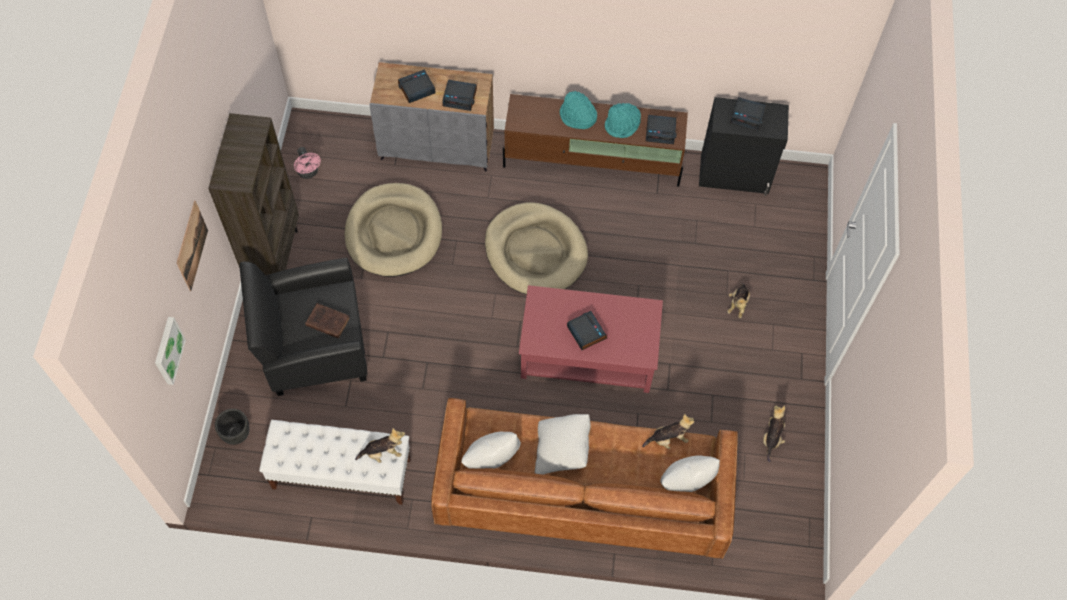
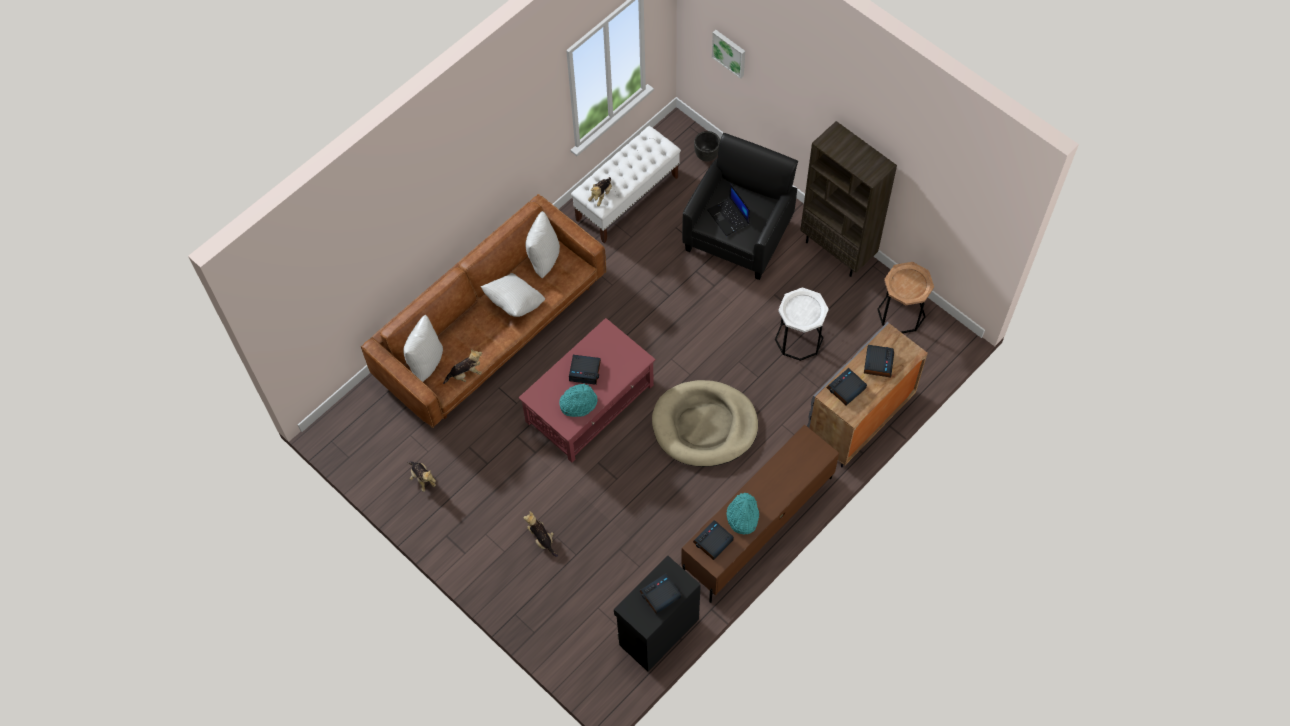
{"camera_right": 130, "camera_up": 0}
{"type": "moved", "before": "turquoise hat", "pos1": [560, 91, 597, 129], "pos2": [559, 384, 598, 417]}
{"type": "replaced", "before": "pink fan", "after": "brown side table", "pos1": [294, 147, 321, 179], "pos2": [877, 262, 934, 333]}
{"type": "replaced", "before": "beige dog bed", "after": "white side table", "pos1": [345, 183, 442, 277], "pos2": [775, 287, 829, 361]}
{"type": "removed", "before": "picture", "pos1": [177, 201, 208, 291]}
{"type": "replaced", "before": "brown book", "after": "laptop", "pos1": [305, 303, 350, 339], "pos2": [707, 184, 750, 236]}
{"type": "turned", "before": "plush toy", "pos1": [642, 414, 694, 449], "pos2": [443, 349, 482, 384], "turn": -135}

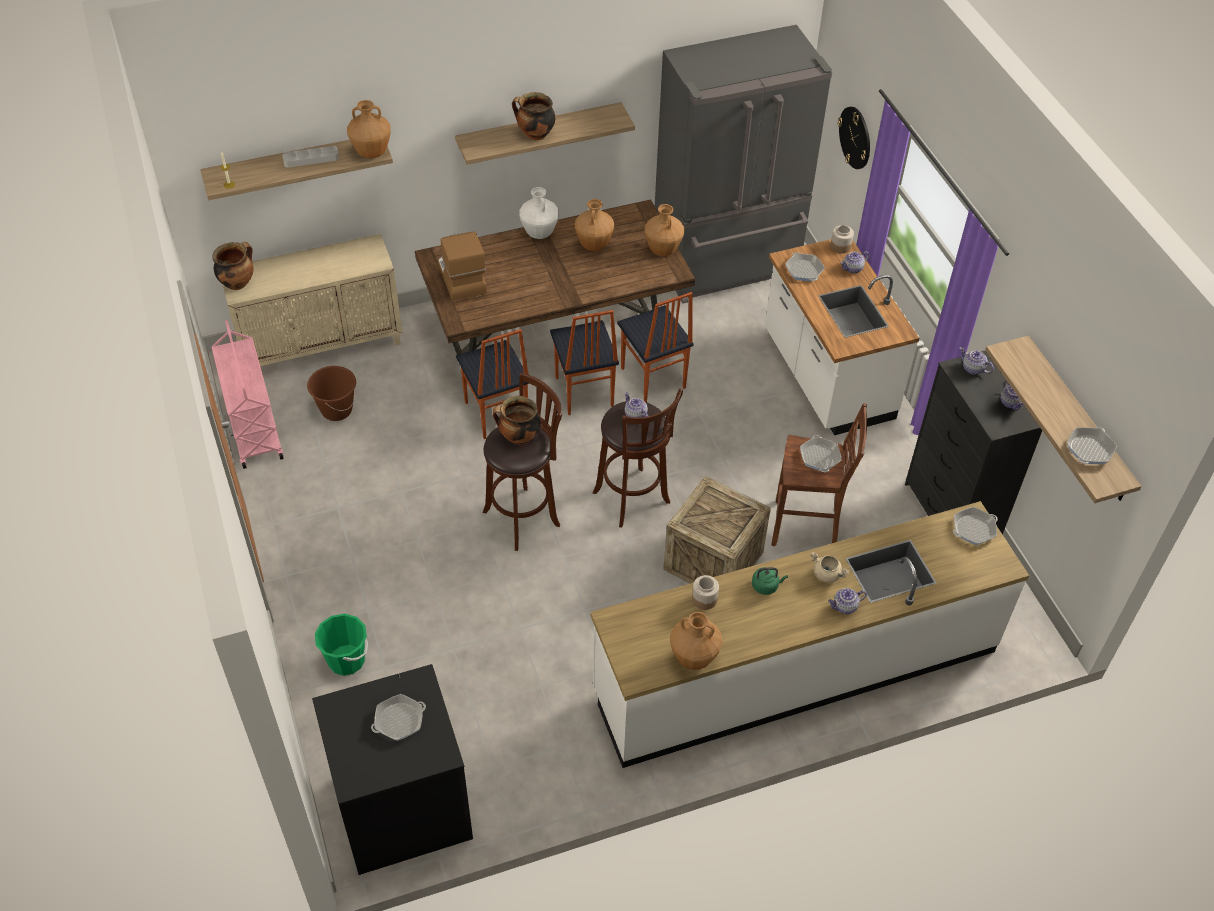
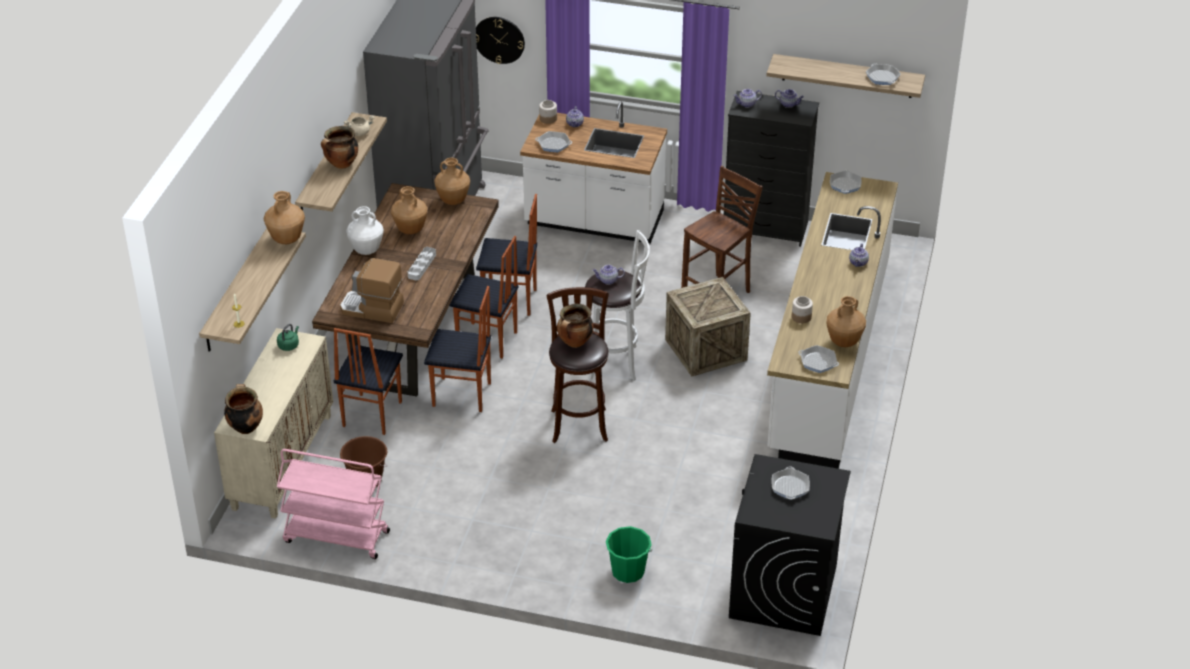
{"camera_right": -55, "camera_up": -10}
{"type": "moved", "before": "grey tray", "pos1": [283, 146, 339, 168], "pos2": [408, 247, 436, 281]}
{"type": "recoloured", "before": "brown stool", "after": "white stool", "pos1": [592, 389, 683, 528], "pos2": [585, 230, 650, 380]}
{"type": "moved", "before": "frying pan", "pos1": [800, 435, 841, 472], "pos2": [798, 345, 839, 373]}
{"type": "moved", "before": "beige cooking pot", "pos1": [811, 552, 850, 583], "pos2": [344, 115, 375, 136]}
{"type": "moved", "before": "green kettle", "pos1": [752, 567, 788, 595], "pos2": [277, 324, 299, 351]}
{"type": "added", "after": "chair", "pos2": [334, 328, 403, 435]}

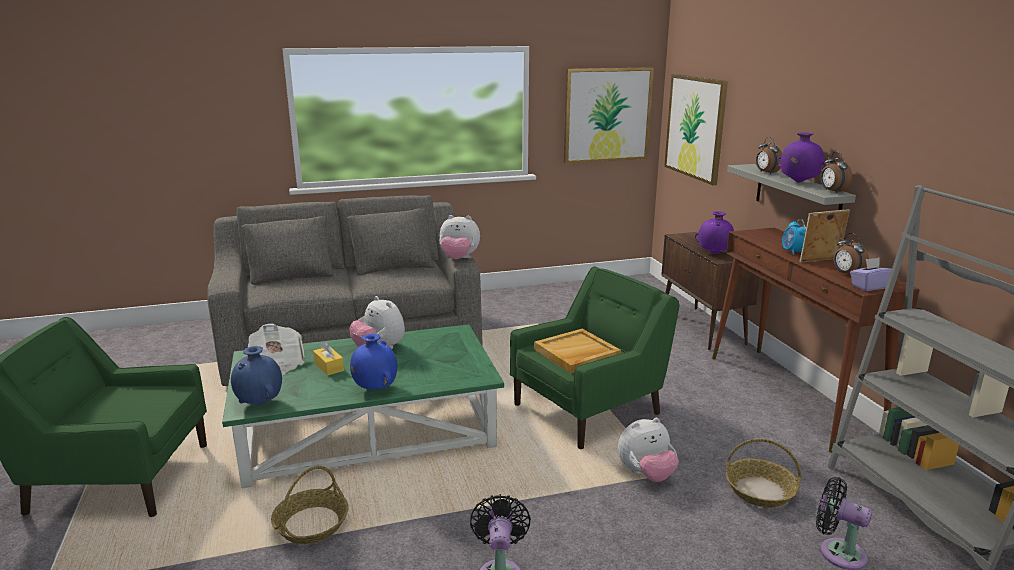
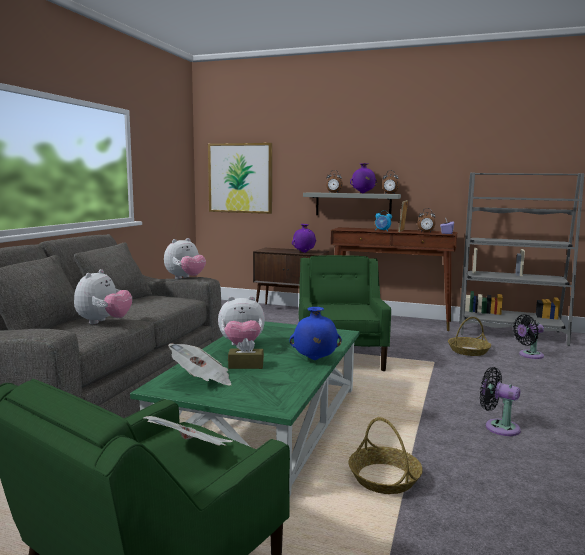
{"camera_right": -55, "camera_up": -10}
{"type": "removed", "before": "picture", "pos1": [564, 67, 654, 163]}
{"type": "removed", "before": "beige tray", "pos1": [534, 329, 621, 373]}
{"type": "recoloured", "before": "yellow tissue box", "after": "brown tissue box", "pos1": [313, 341, 344, 376], "pos2": [228, 338, 264, 369]}
{"type": "removed", "before": "blue vase", "pos1": [231, 346, 282, 405]}
{"type": "moved", "before": "plush toy", "pos1": [618, 418, 679, 482], "pos2": [74, 269, 132, 324]}
{"type": "added", "after": "newspaper", "pos2": [143, 416, 232, 445]}

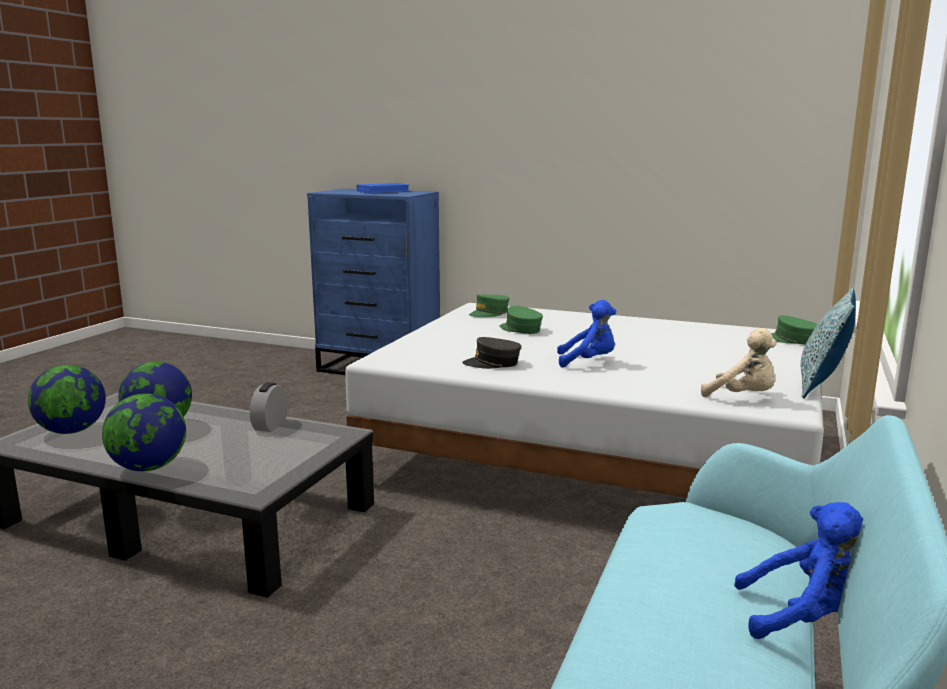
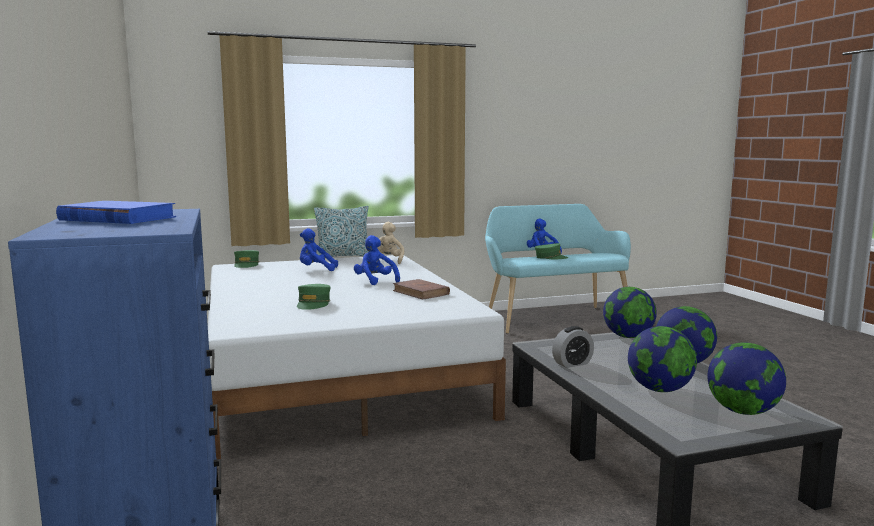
{"camera_right": -130, "camera_up": -5}
{"type": "moved", "before": "green cap", "pos1": [469, 294, 510, 317], "pos2": [535, 243, 568, 260]}
{"type": "replaced", "before": "grey cap", "after": "brown book", "pos1": [462, 337, 522, 369], "pos2": [393, 279, 450, 299]}
{"type": "added", "after": "blue plush toy", "pos2": [300, 228, 338, 271]}
{"type": "added", "after": "globe", "pos2": [603, 287, 657, 338]}

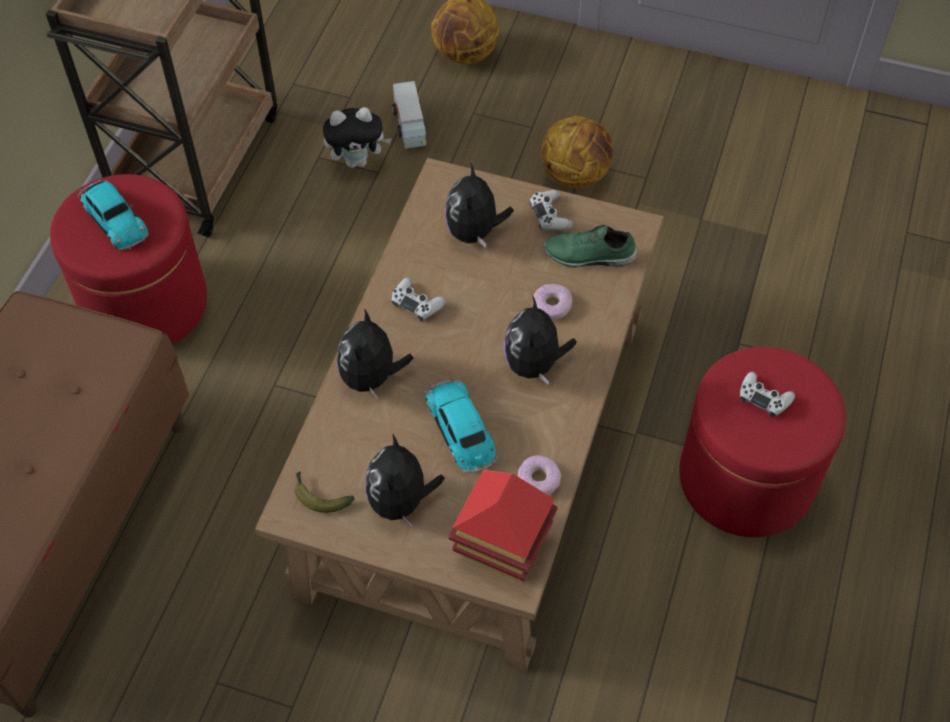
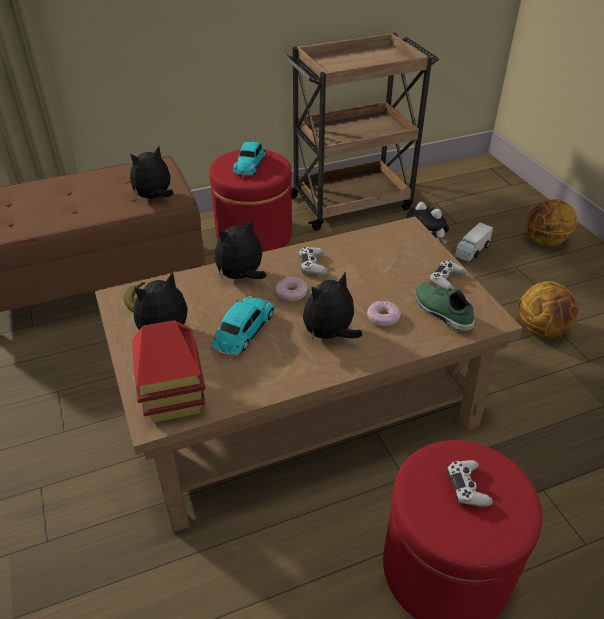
{"camera_right": 50, "camera_up": -15}
{"type": "moved", "before": "plush toy", "pos1": [445, 162, 514, 248], "pos2": [130, 146, 173, 199]}
{"type": "moved", "before": "donut", "pos1": [518, 455, 561, 495], "pos2": [276, 277, 308, 301]}

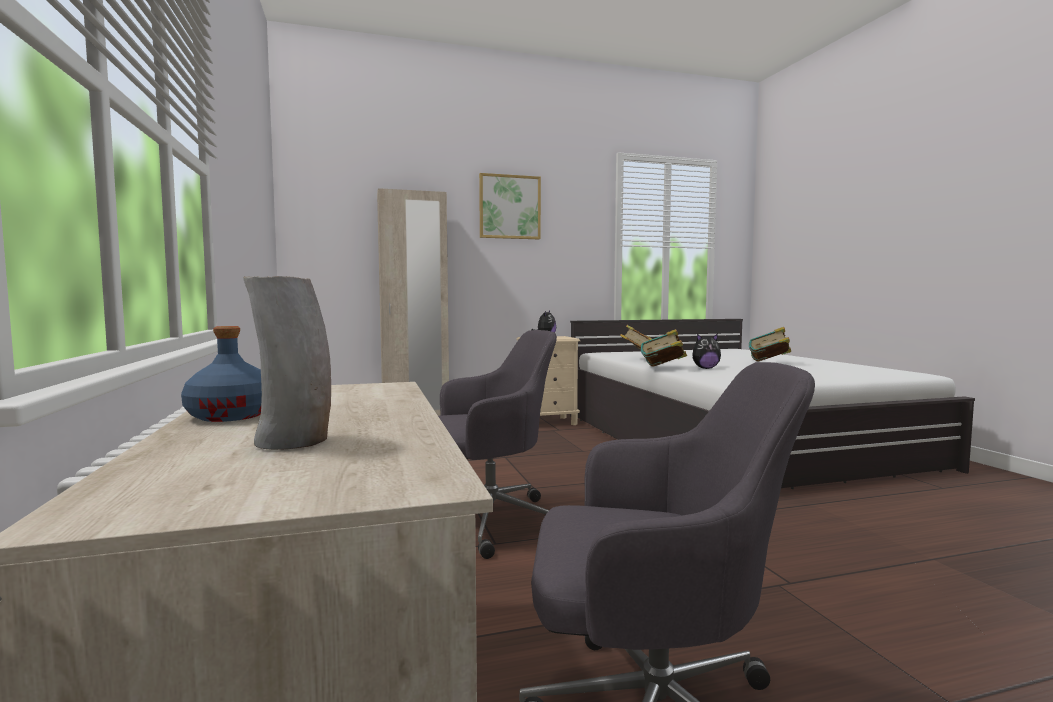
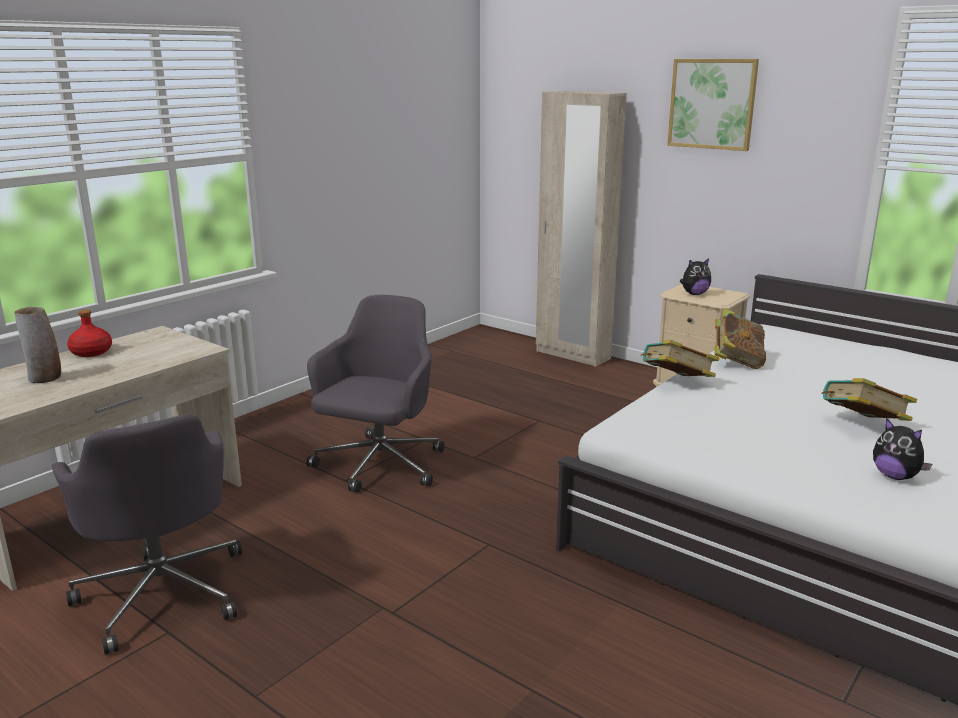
{"camera_right": 55, "camera_up": 15}
{"type": "recoloured", "before": "blue bottle", "after": "red bottle", "pos1": [181, 326, 262, 422], "pos2": [67, 310, 112, 357]}
{"type": "turned", "before": "grey office chair", "pos1": [438, 330, 557, 559], "pos2": [306, 295, 445, 492], "turn": -105}
{"type": "moved", "before": "plush toy", "pos1": [692, 334, 721, 369], "pos2": [873, 418, 932, 480]}

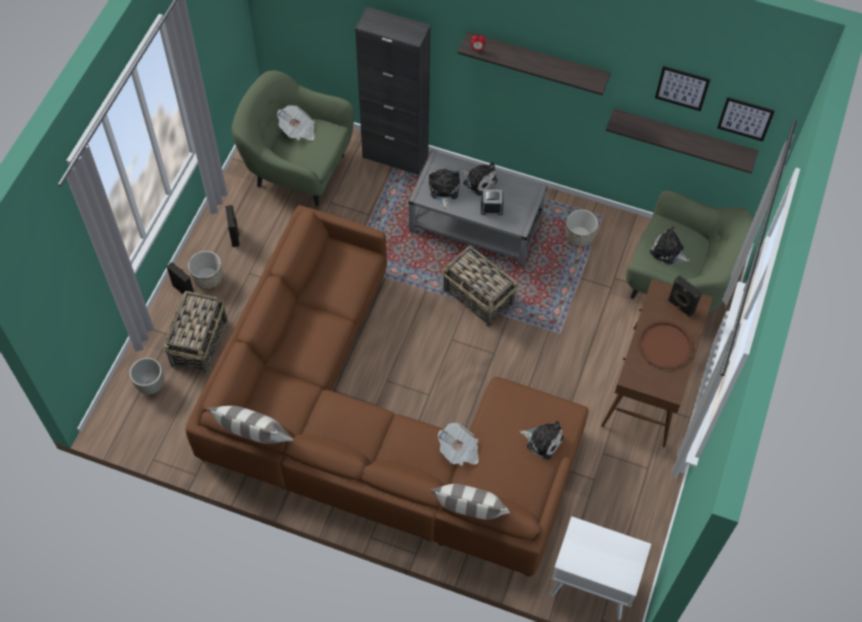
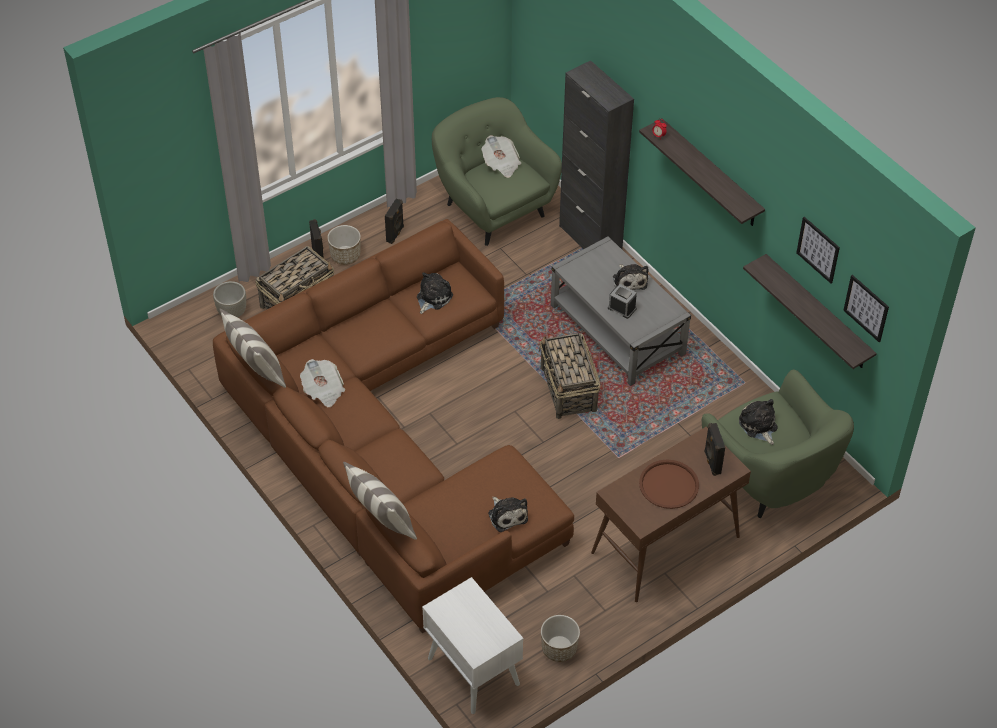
{"camera_right": 35, "camera_up": -10}
{"type": "moved", "before": "plush toy", "pos1": [429, 169, 460, 209], "pos2": [417, 272, 453, 314]}
{"type": "moved", "before": "planter", "pos1": [565, 209, 598, 247], "pos2": [541, 615, 580, 662]}
{"type": "moved", "before": "newspaper", "pos1": [438, 423, 478, 466], "pos2": [300, 359, 345, 407]}

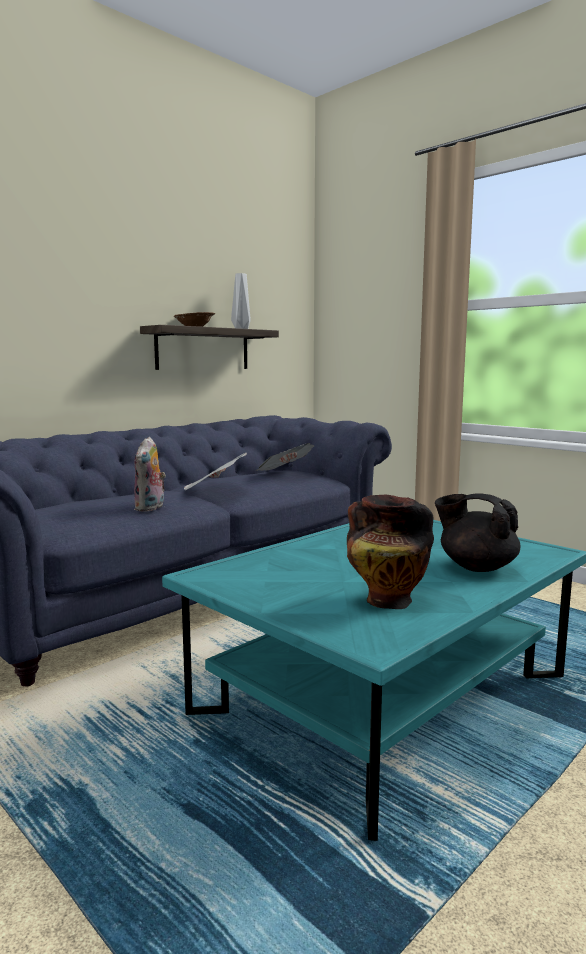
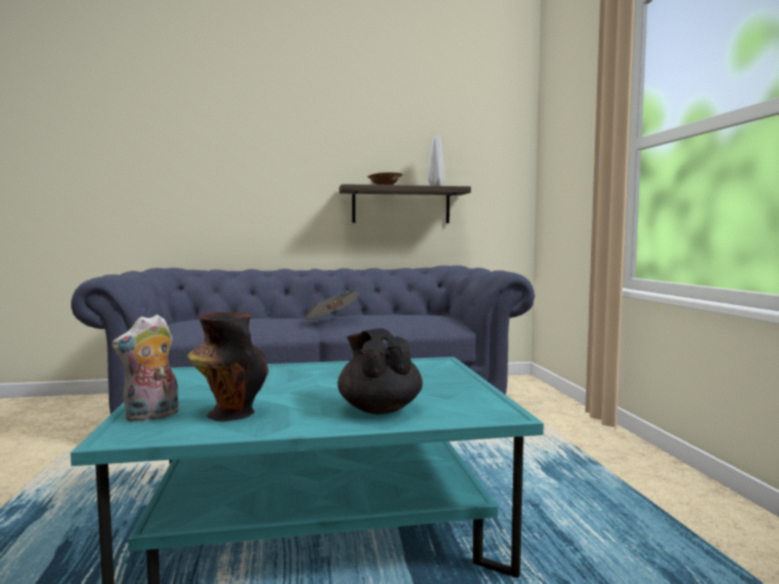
{"camera_right": 35, "camera_up": -5}
{"type": "moved", "before": "plush toy", "pos1": [134, 437, 166, 512], "pos2": [112, 314, 179, 422]}
{"type": "removed", "before": "newspaper", "pos1": [256, 443, 314, 471]}

